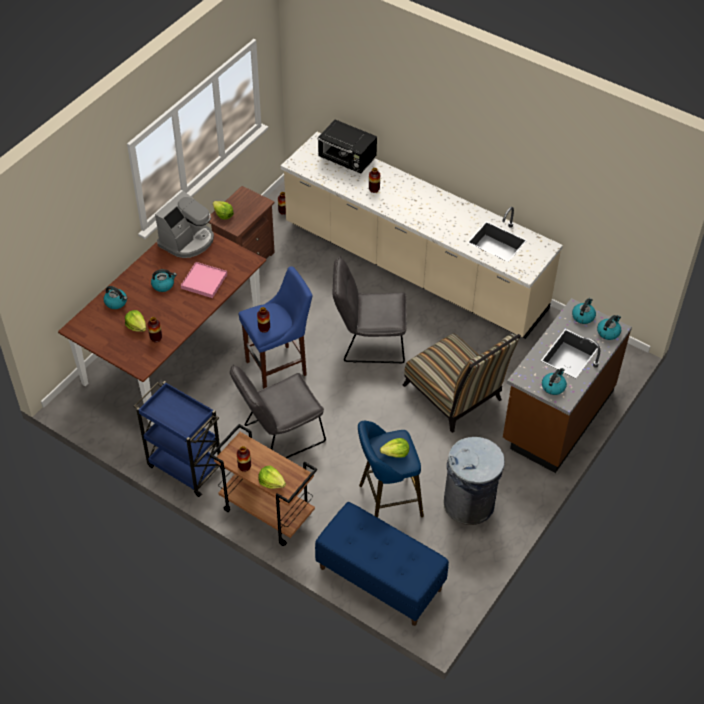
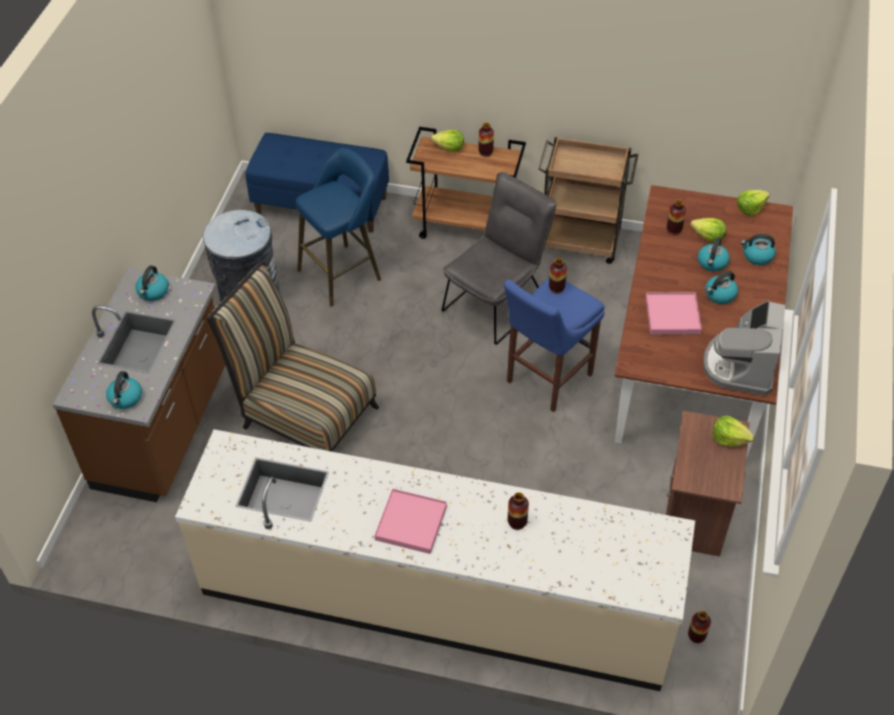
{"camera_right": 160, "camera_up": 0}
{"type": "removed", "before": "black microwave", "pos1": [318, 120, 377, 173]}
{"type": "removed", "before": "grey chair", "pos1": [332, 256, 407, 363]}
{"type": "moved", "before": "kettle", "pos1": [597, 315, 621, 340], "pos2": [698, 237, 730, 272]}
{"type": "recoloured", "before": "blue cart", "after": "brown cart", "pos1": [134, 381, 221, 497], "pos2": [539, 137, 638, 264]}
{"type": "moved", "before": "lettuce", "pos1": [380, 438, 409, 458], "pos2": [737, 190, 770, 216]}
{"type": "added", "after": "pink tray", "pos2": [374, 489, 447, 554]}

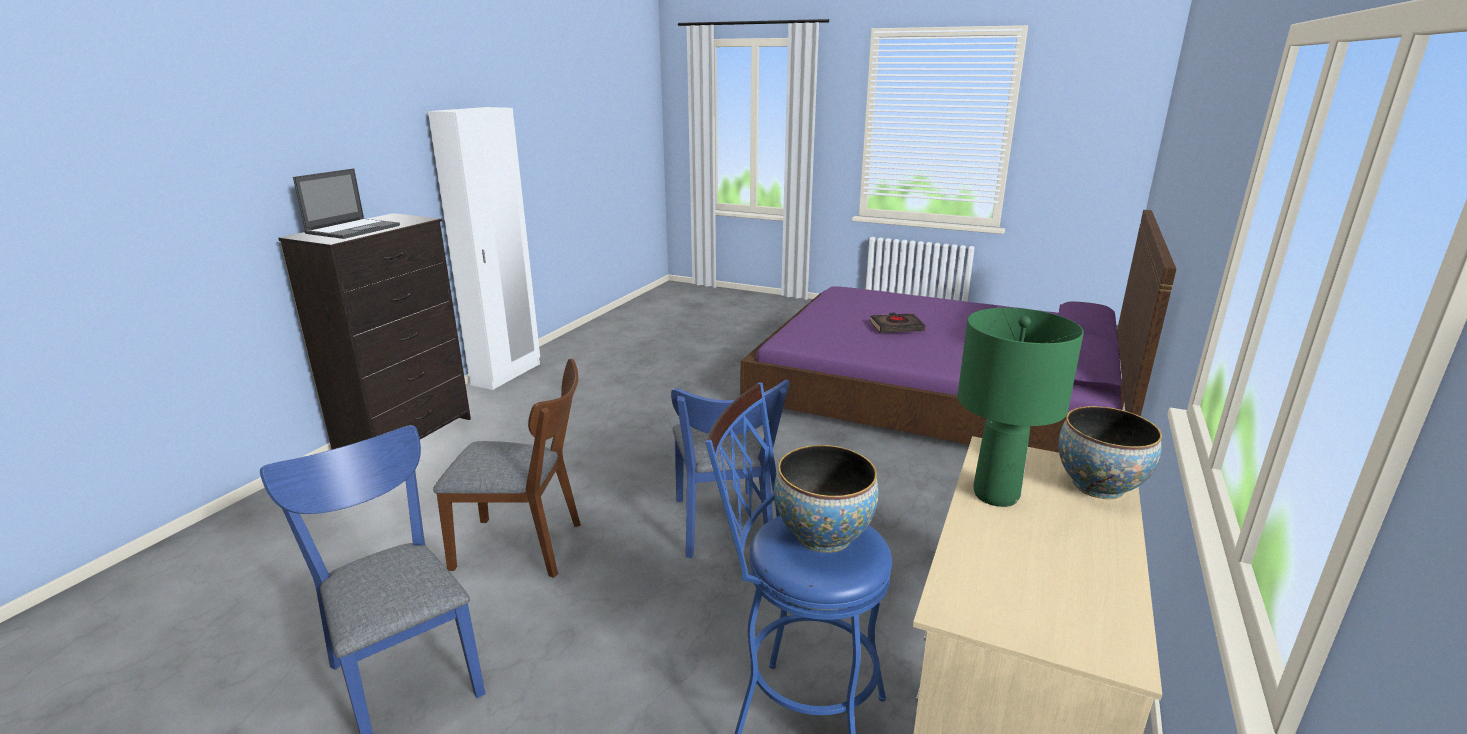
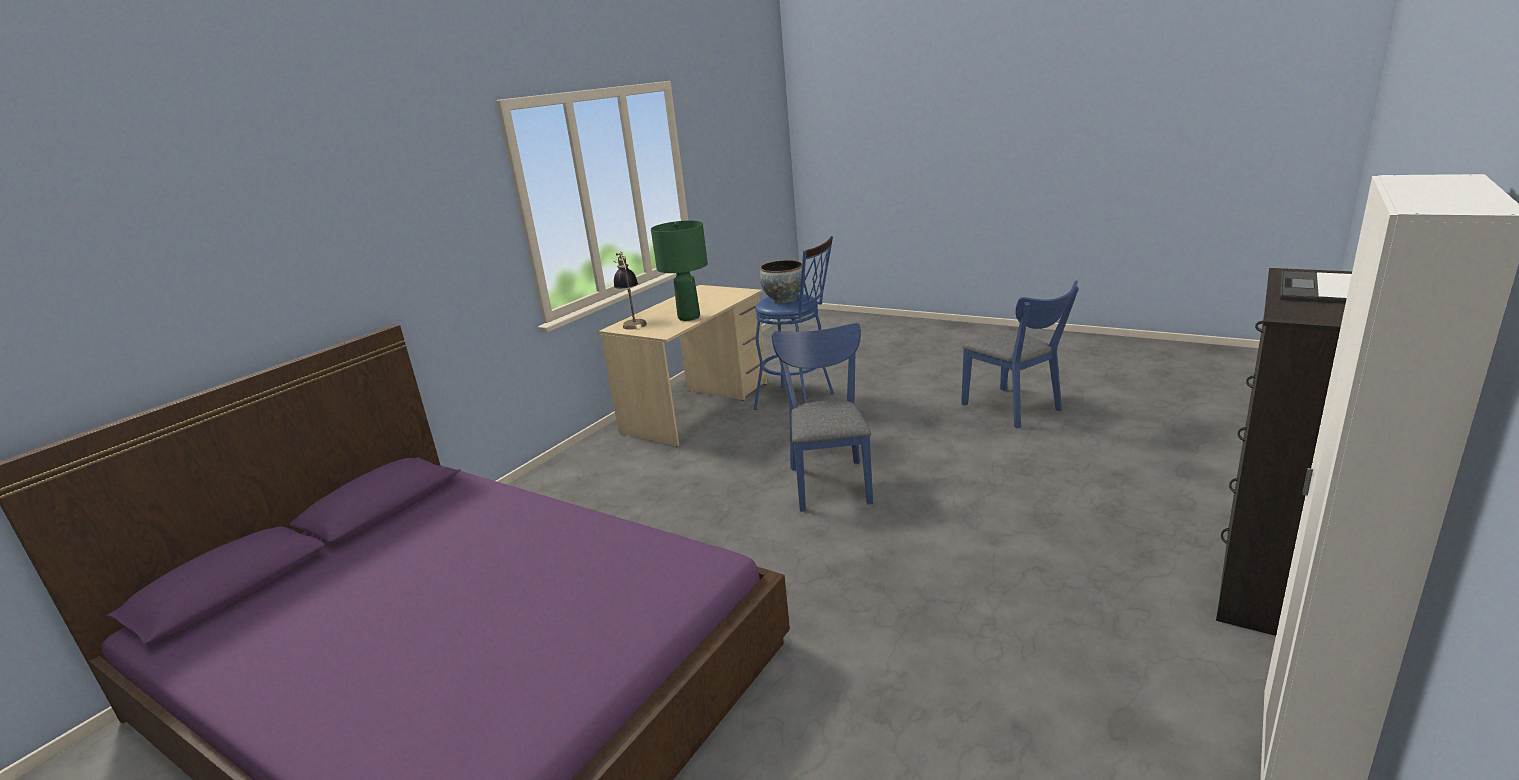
{"camera_right": -170, "camera_up": 0}
{"type": "removed", "before": "black book", "pos1": [870, 313, 925, 333]}
{"type": "removed", "before": "brown chair", "pos1": [433, 359, 581, 578]}
{"type": "replaced", "before": "bowl", "after": "table lamp", "pos1": [1059, 406, 1162, 499], "pos2": [613, 252, 647, 330]}

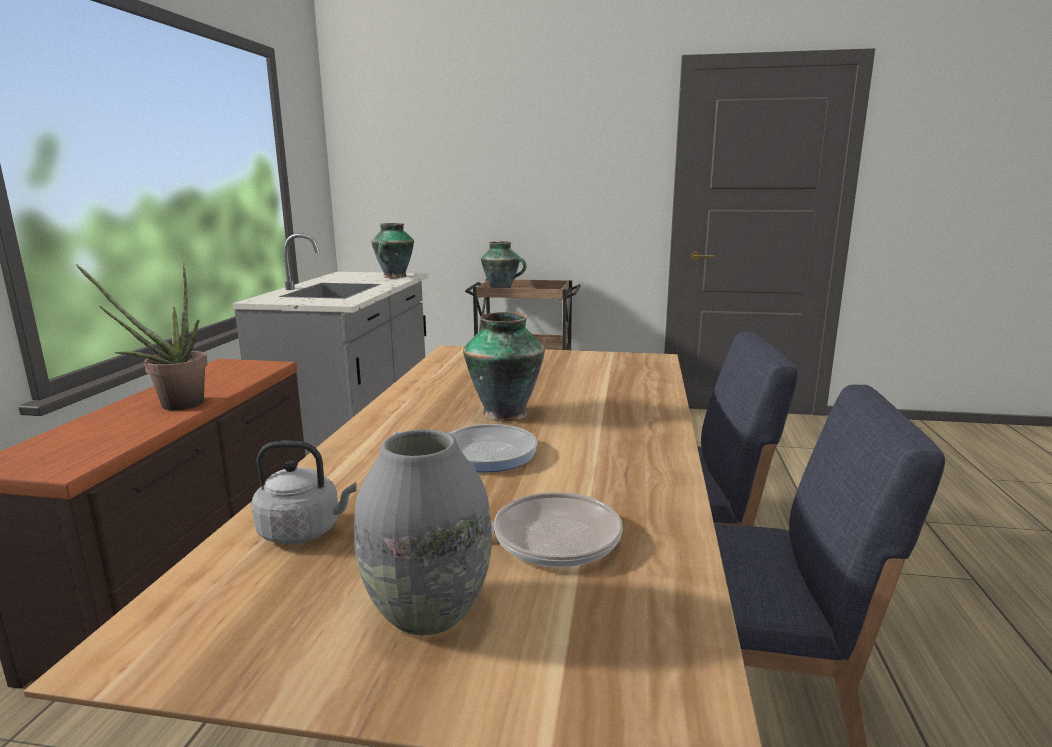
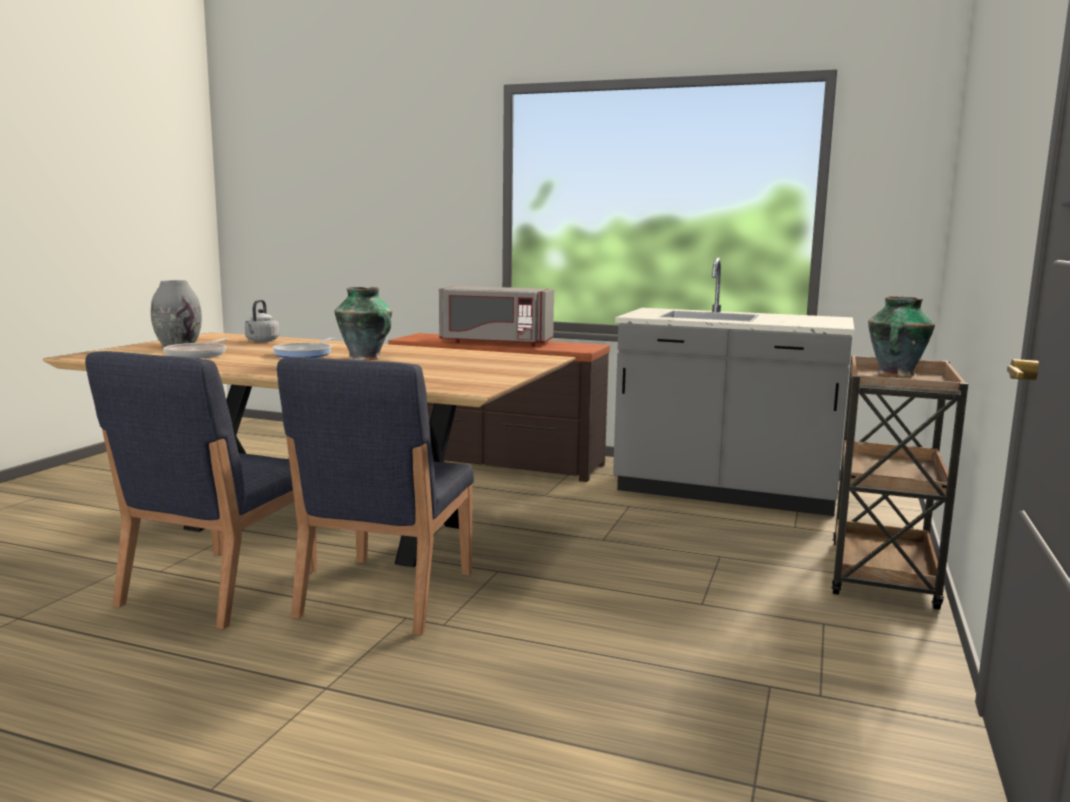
{"camera_right": 100, "camera_up": -5}
{"type": "removed", "before": "vase", "pos1": [371, 223, 414, 278]}
{"type": "replaced", "before": "potted plant", "after": "grey microwave", "pos1": [76, 262, 208, 410], "pos2": [439, 286, 554, 346]}

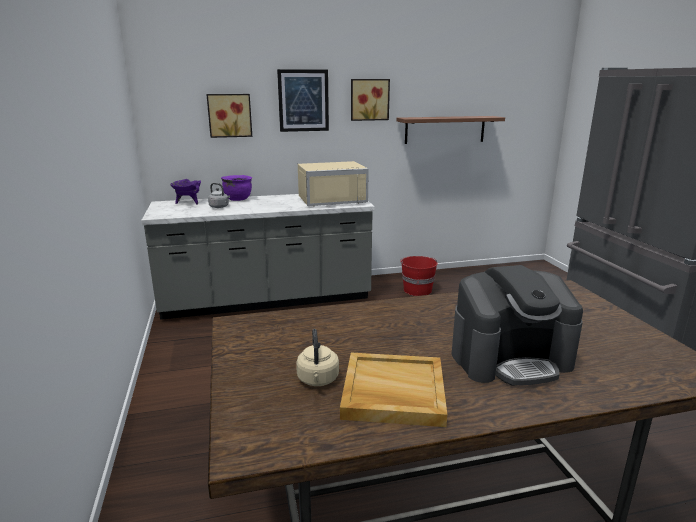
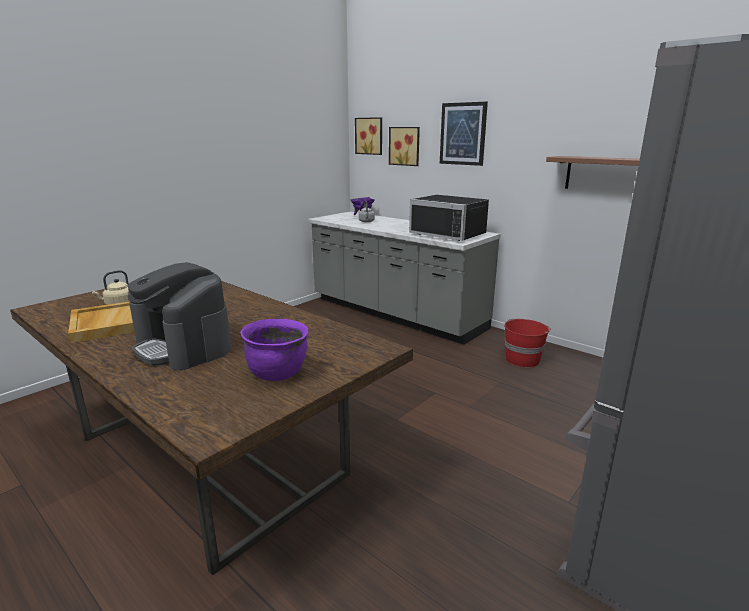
{"camera_right": 55, "camera_up": 0}
{"type": "moved", "before": "picture", "pos1": [351, 79, 390, 121], "pos2": [355, 117, 382, 155]}
{"type": "recoloured", "before": "beige microwave", "after": "black microwave", "pos1": [298, 161, 369, 206], "pos2": [409, 195, 489, 241]}
{"type": "moved", "before": "purple cooking pot", "pos1": [221, 175, 252, 201], "pos2": [240, 319, 308, 381]}

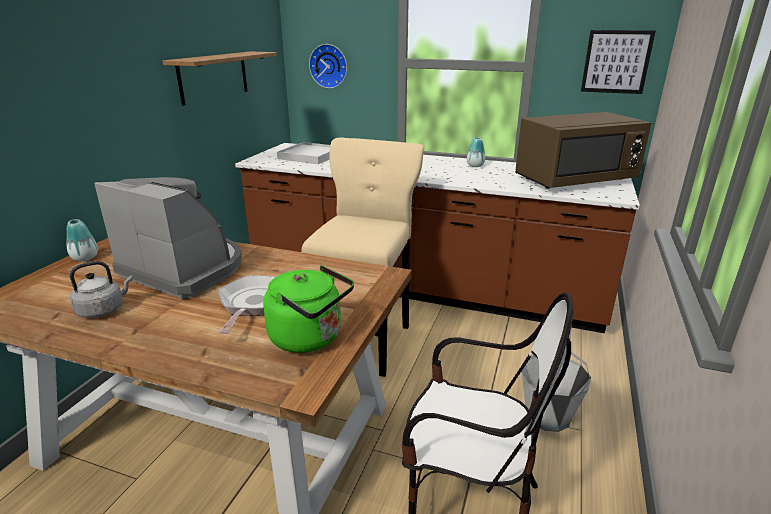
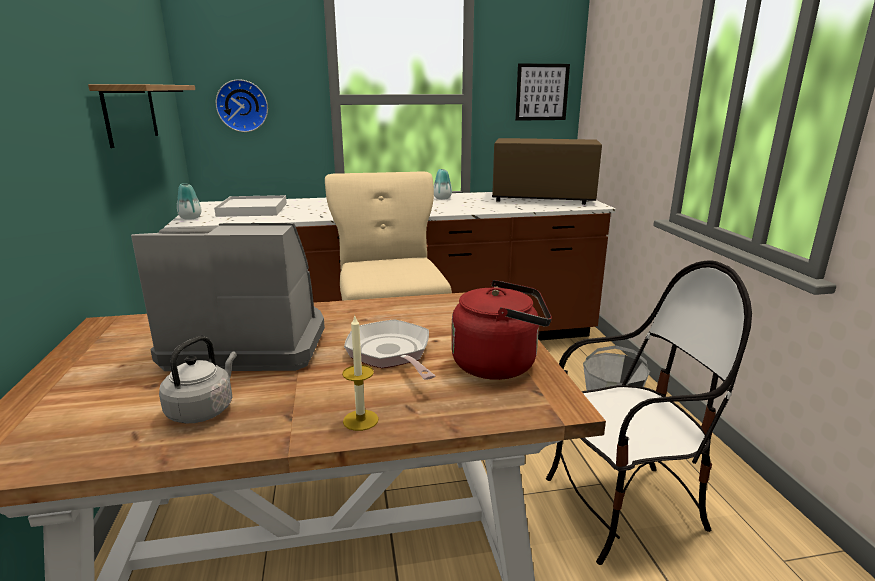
{"camera_right": -30, "camera_up": -5}
{"type": "turned", "before": "brown microwave", "pos1": [515, 112, 651, 189], "pos2": [492, 138, 602, 205], "turn": -120}
{"type": "moved", "before": "vase", "pos1": [66, 219, 98, 261], "pos2": [177, 183, 201, 220]}
{"type": "recoloured", "before": "green kettle", "after": "red kettle", "pos1": [263, 265, 354, 353], "pos2": [451, 280, 552, 380]}
{"type": "added", "after": "candle", "pos2": [342, 314, 379, 431]}

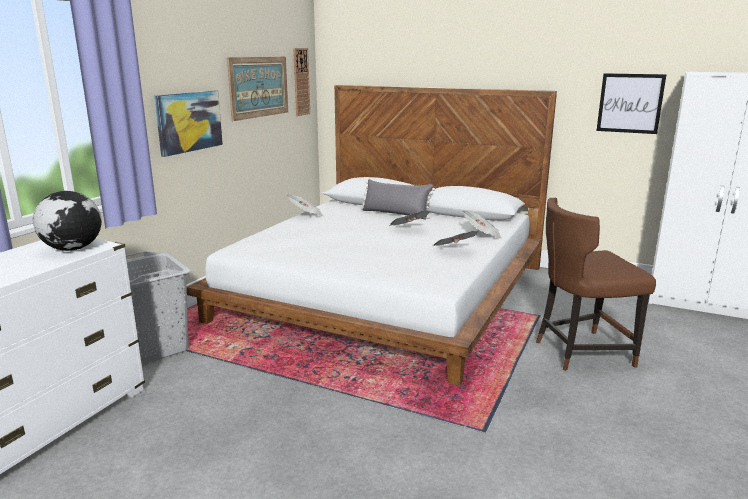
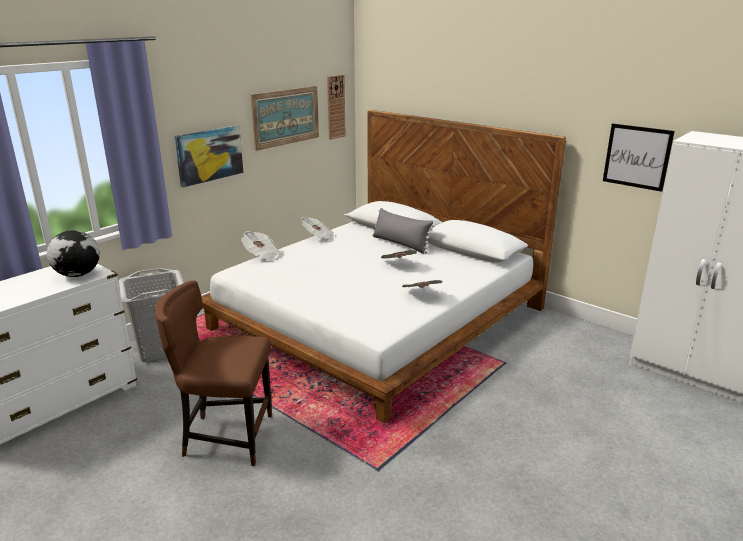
{"camera_right": 15, "camera_up": 5}
{"type": "moved", "before": "brown chair", "pos1": [536, 198, 656, 371], "pos2": [155, 281, 272, 466]}
{"type": "moved", "before": "newspaper", "pos1": [462, 210, 502, 239], "pos2": [241, 231, 280, 261]}

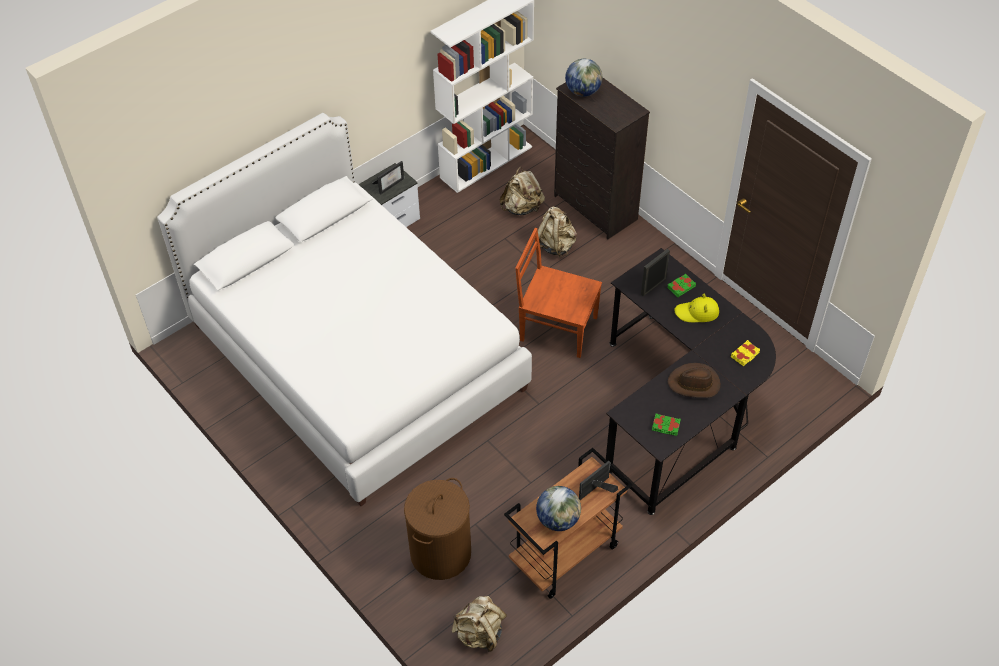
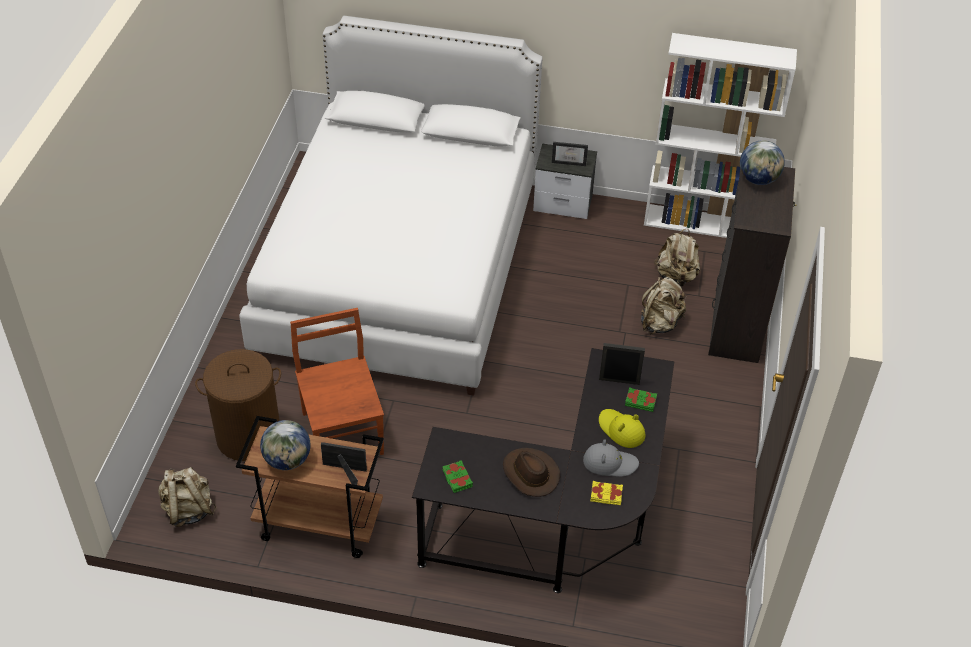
{"camera_right": 50, "camera_up": -5}
{"type": "moved", "before": "brown chair", "pos1": [515, 228, 602, 358], "pos2": [290, 308, 384, 455]}
{"type": "added", "after": "grey hat", "pos2": [583, 439, 639, 477]}

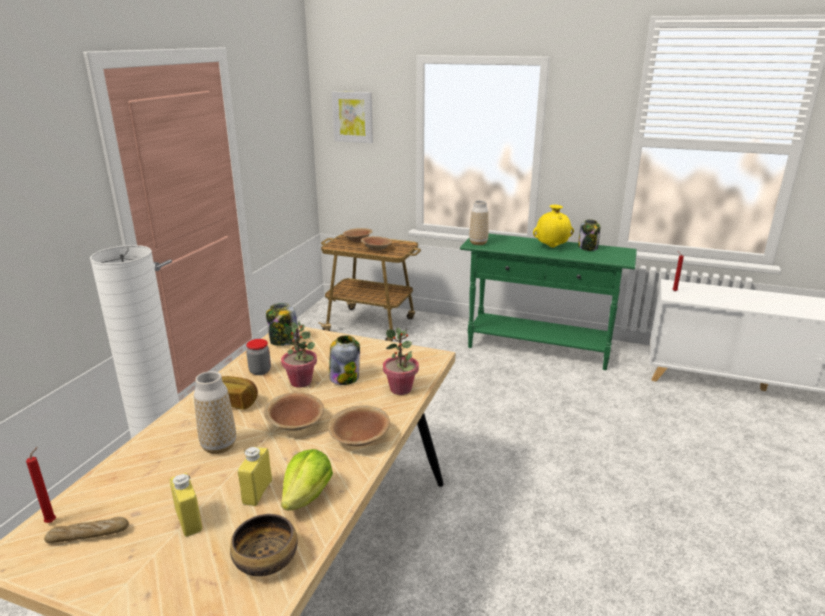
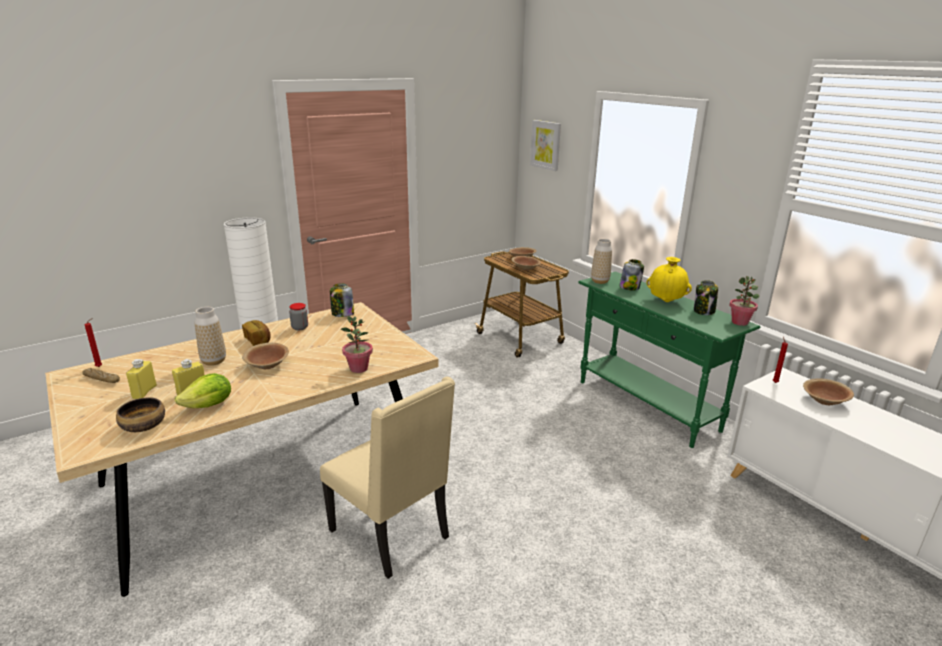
{"camera_right": 35, "camera_up": 0}
{"type": "moved", "before": "potted plant", "pos1": [281, 321, 317, 388], "pos2": [729, 276, 760, 326]}
{"type": "moved", "before": "jar", "pos1": [329, 335, 360, 385], "pos2": [619, 259, 644, 291]}
{"type": "moved", "before": "brown bowl", "pos1": [328, 405, 390, 446], "pos2": [803, 378, 854, 405]}
{"type": "added", "after": "beige chair", "pos2": [320, 376, 455, 579]}

